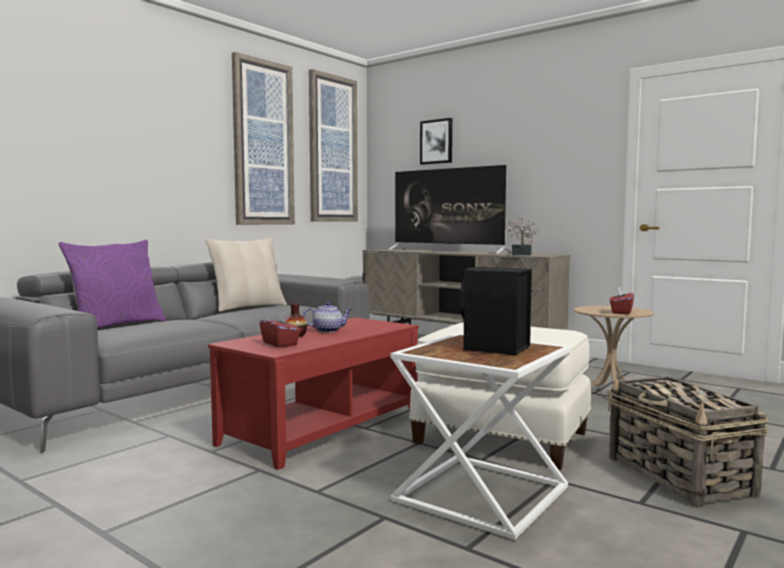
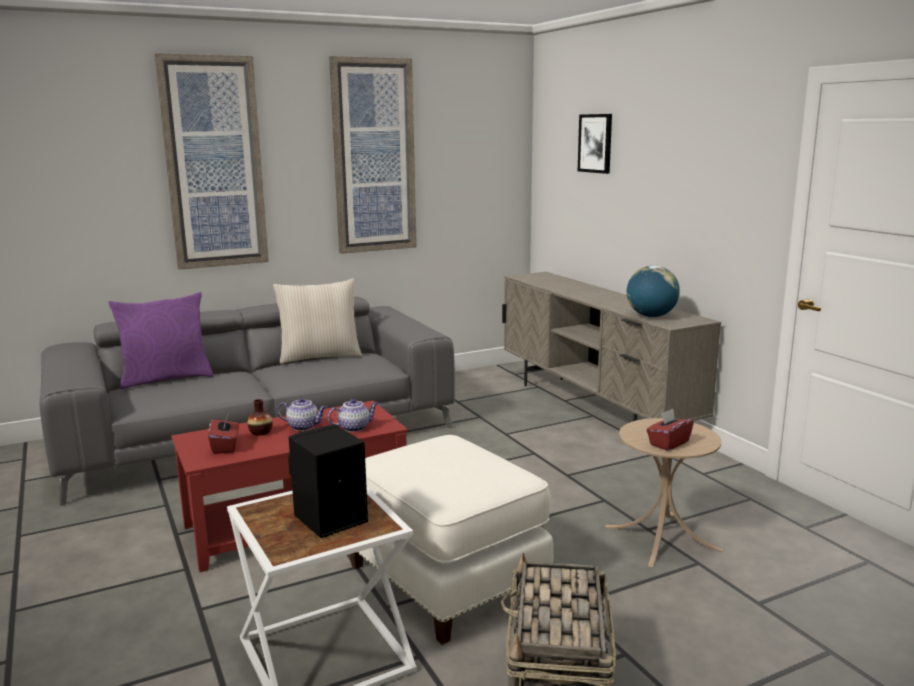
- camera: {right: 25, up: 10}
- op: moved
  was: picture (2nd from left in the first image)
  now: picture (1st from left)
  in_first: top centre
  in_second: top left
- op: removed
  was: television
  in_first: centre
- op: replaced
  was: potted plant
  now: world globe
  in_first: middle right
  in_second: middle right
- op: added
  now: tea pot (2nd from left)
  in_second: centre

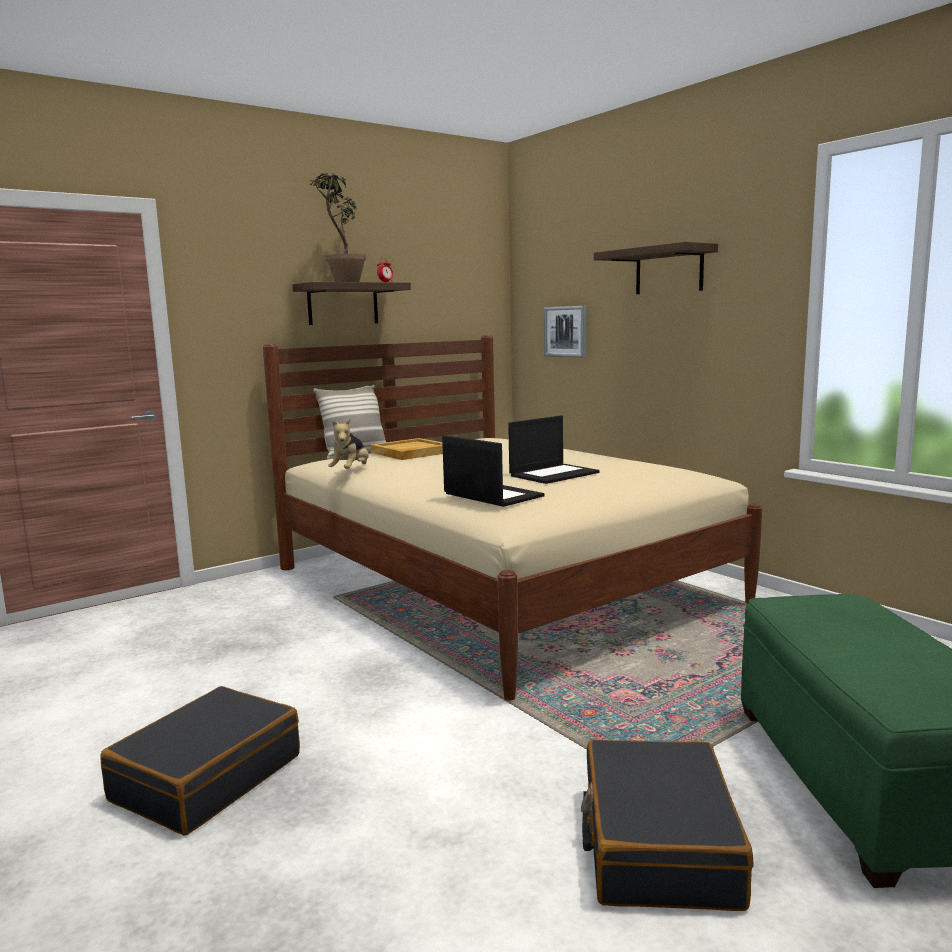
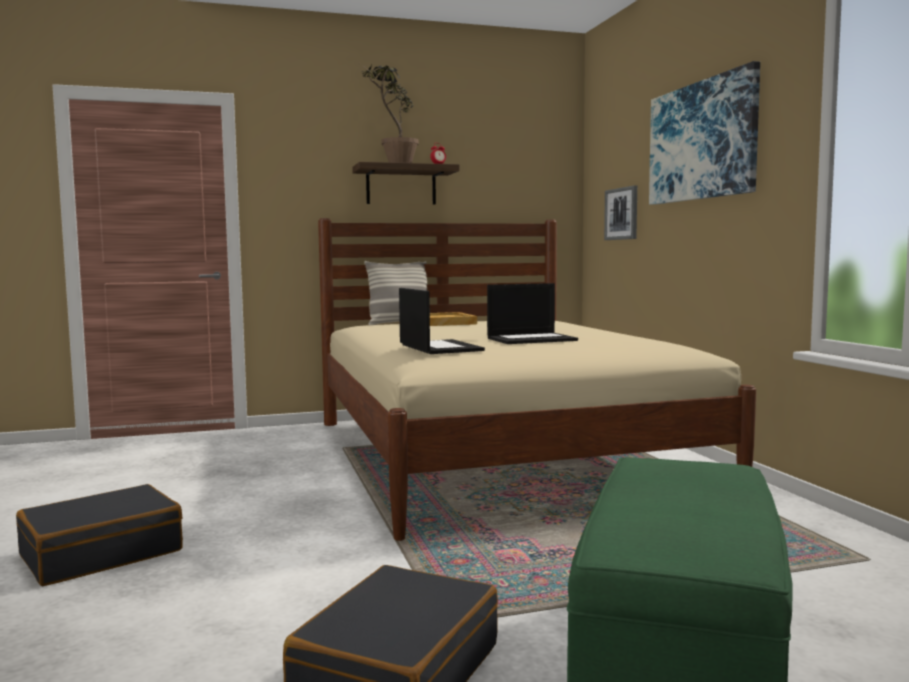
- camera: {right: 20, up: -5}
- op: removed
  was: soft toy
  in_first: centre
- op: replaced
  was: shelf (2nd from left)
  now: picture (2nd from left)
  in_first: top right
  in_second: top right

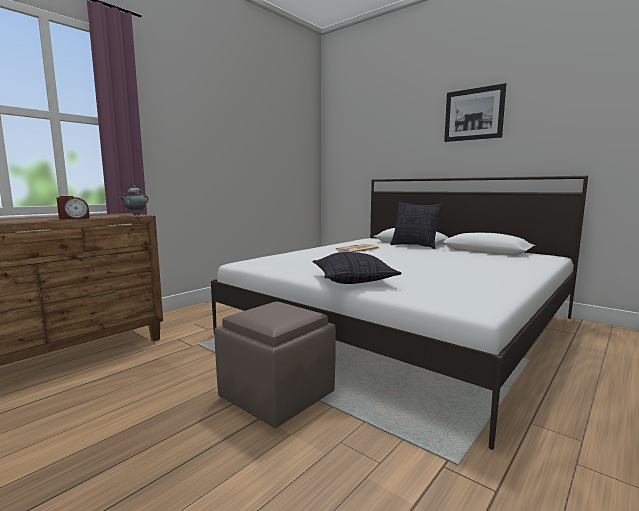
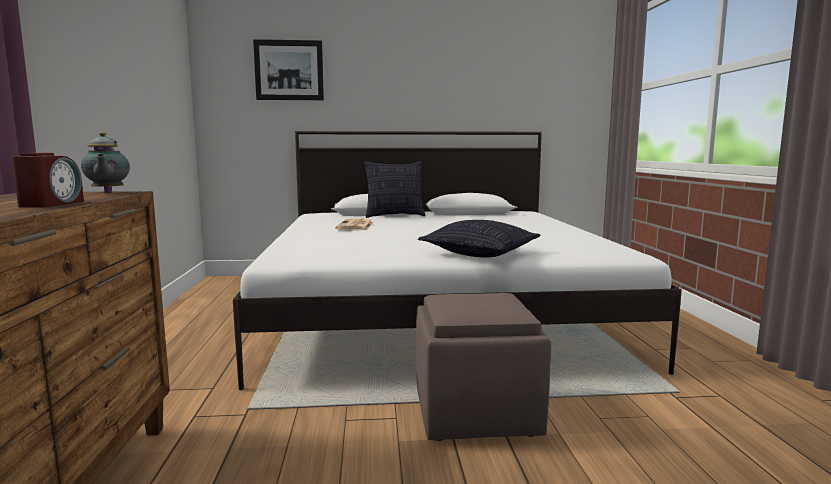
- camera: {right: -45, up: 0}
- op: moved
  was: picture
  in_first: top right
  in_second: top centre

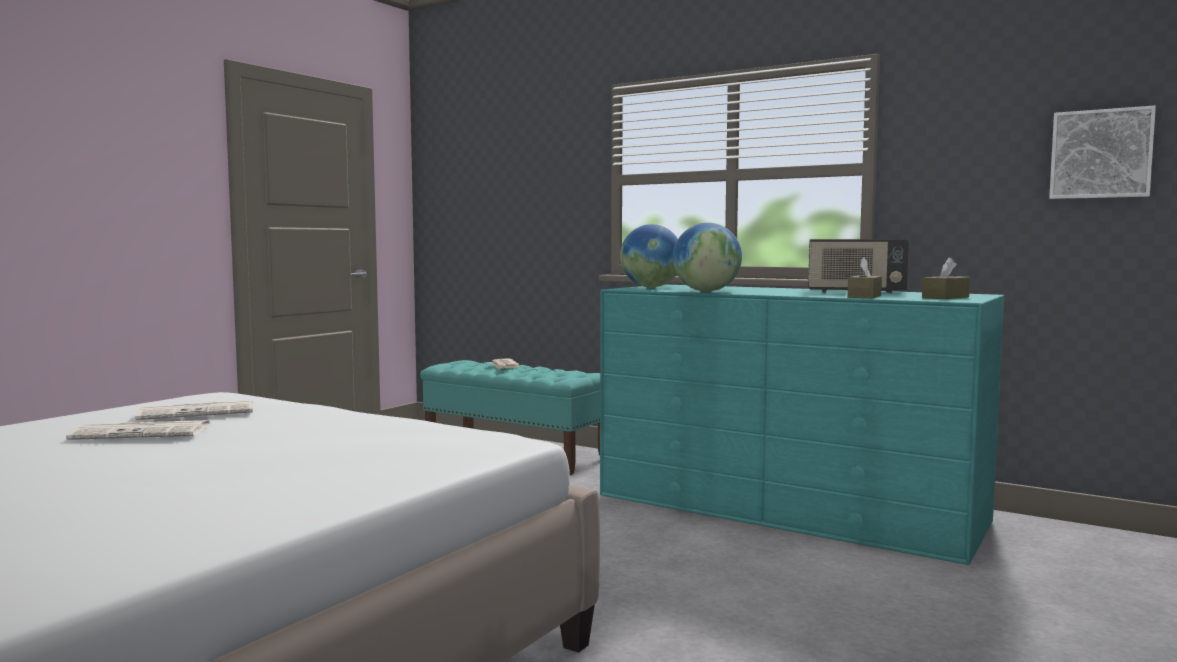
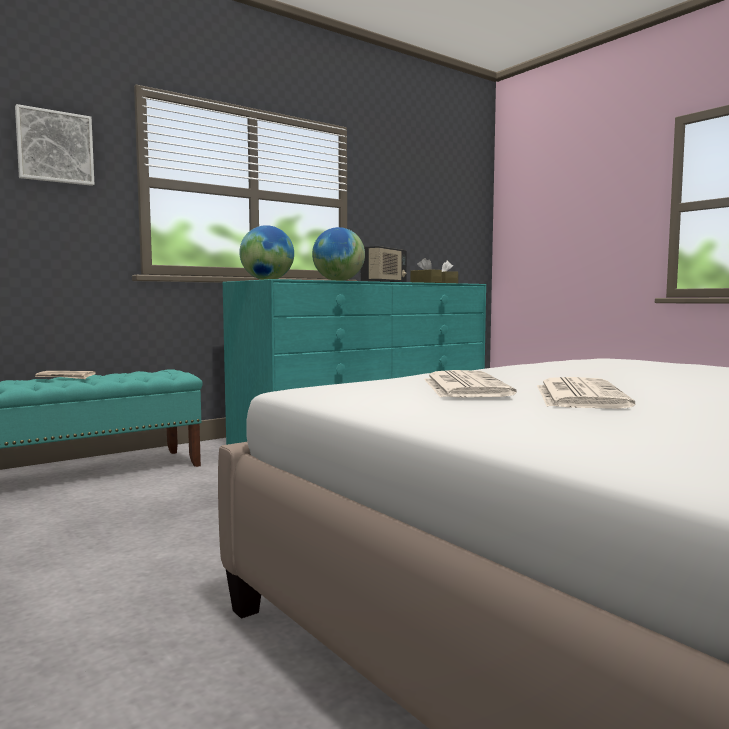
- camera: {right: -70, up: 0}
- op: moved
  was: picture
  in_first: top right
  in_second: top left

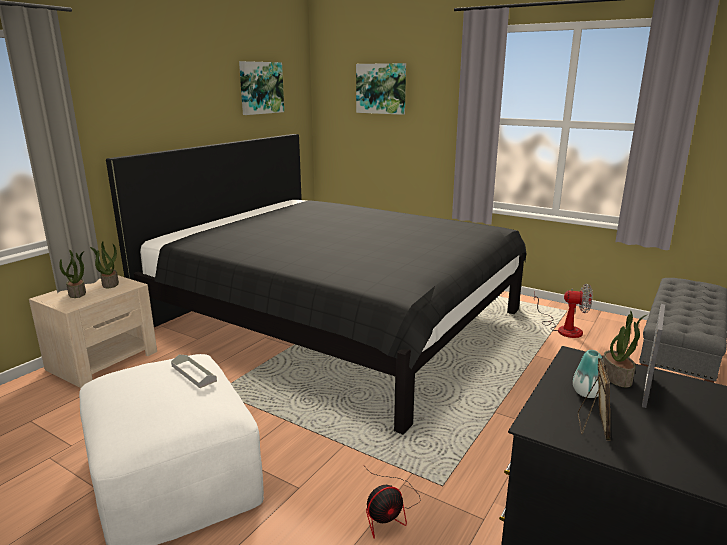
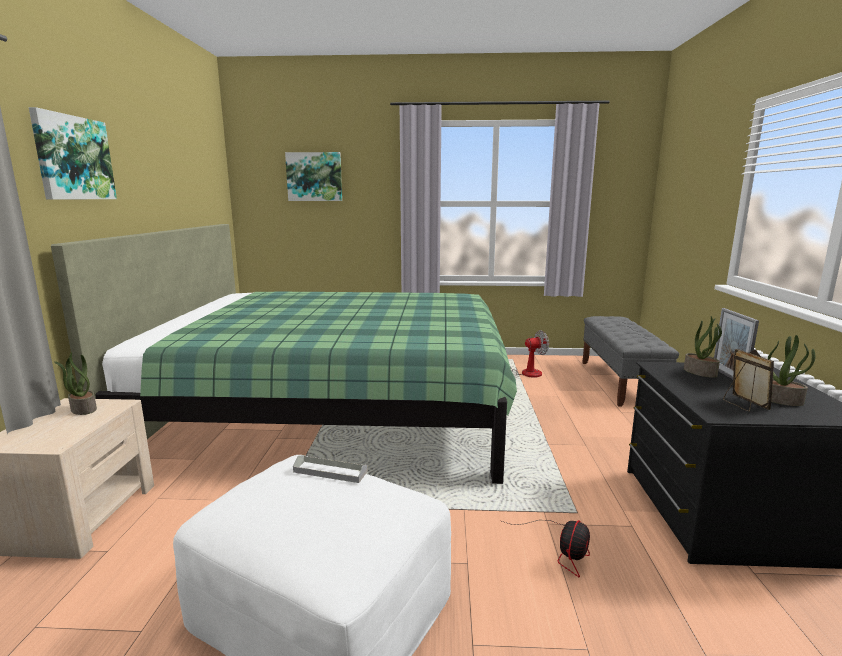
- camera: {right: -30, up: -5}
- op: moved
  was: potted plant (1st from left in the first image)
  now: potted plant (3rd from left)
  in_first: middle left
  in_second: middle right
- op: recoloured
  was: blackish bed
  now: green bed
  in_first: centre
  in_second: centre
- op: moved
  was: picture (1st from left)
  in_first: top centre
  in_second: top left
- op: removed
  was: vase
  in_first: bottom right

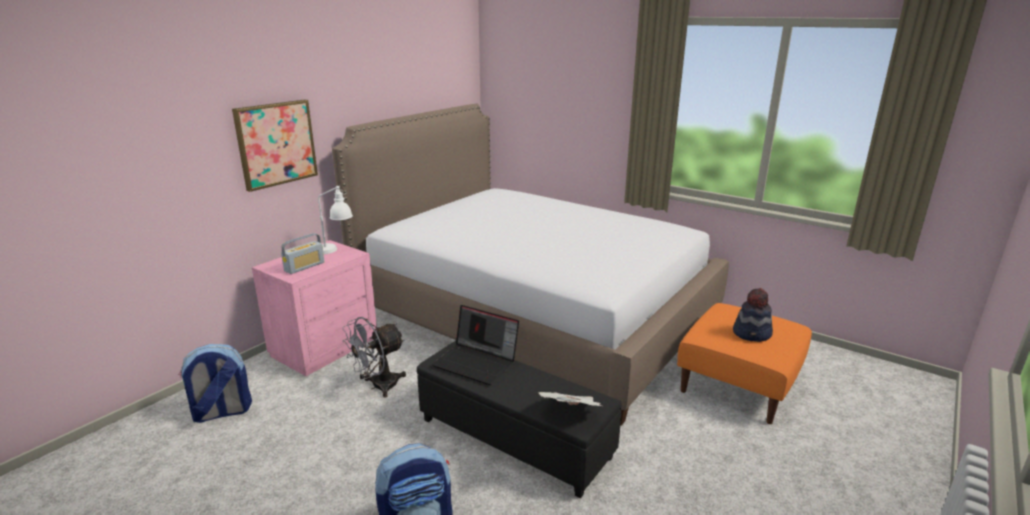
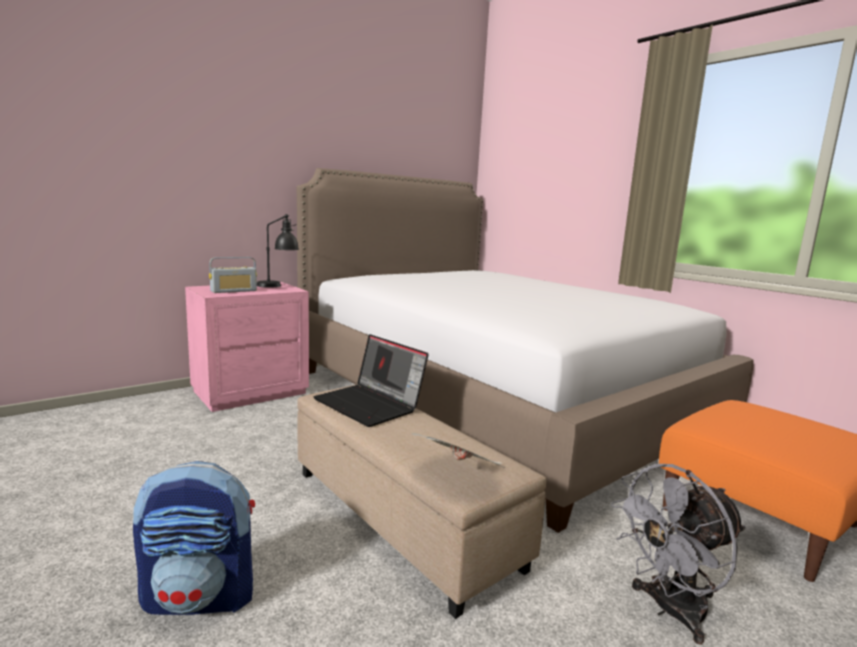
- camera: {right: 15, up: -10}
- op: removed
  was: knapsack (1st from left)
  in_first: bottom left
- op: removed
  was: picture
  in_first: top left
- op: recoloured
  was: whitish tabletop lamp
  now: blackish tabletop lamp
  in_first: middle left
  in_second: middle left
- op: moved
  was: gray electric fan
  in_first: bottom centre
  in_second: bottom right
- op: recoloured
  was: blackish ottoman
  now: sand-coloured ottoman
  in_first: bottom centre
  in_second: bottom centre
- op: removed
  was: hat
  in_first: middle right

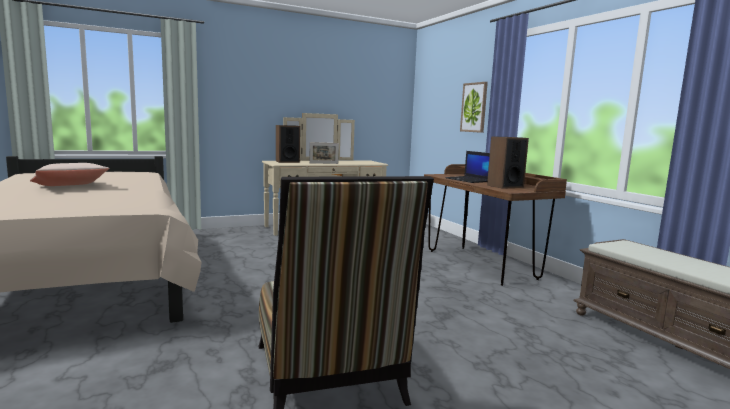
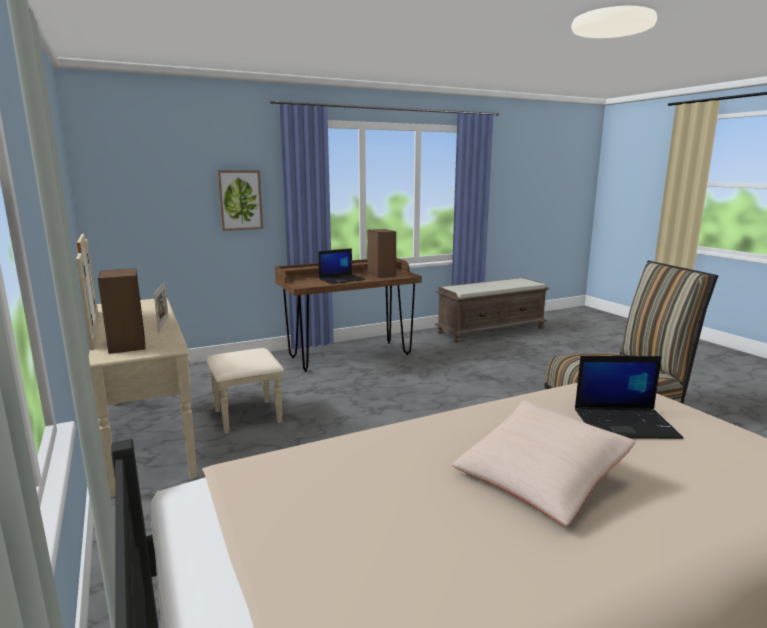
- camera: {right: -90, up: 5}
- op: added
  now: portable computer (2nd from left)
  in_second: middle right

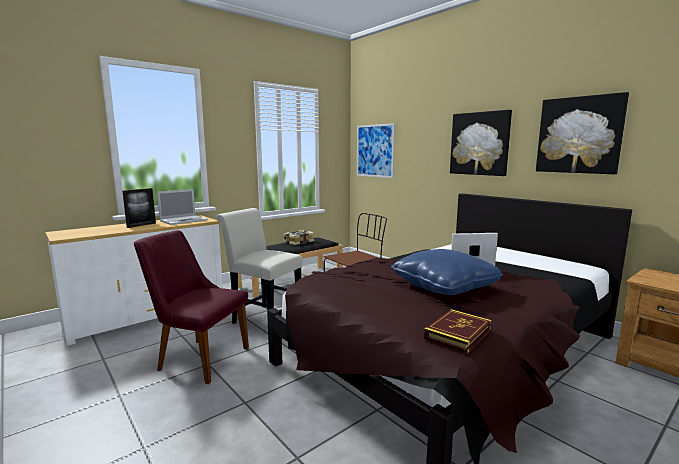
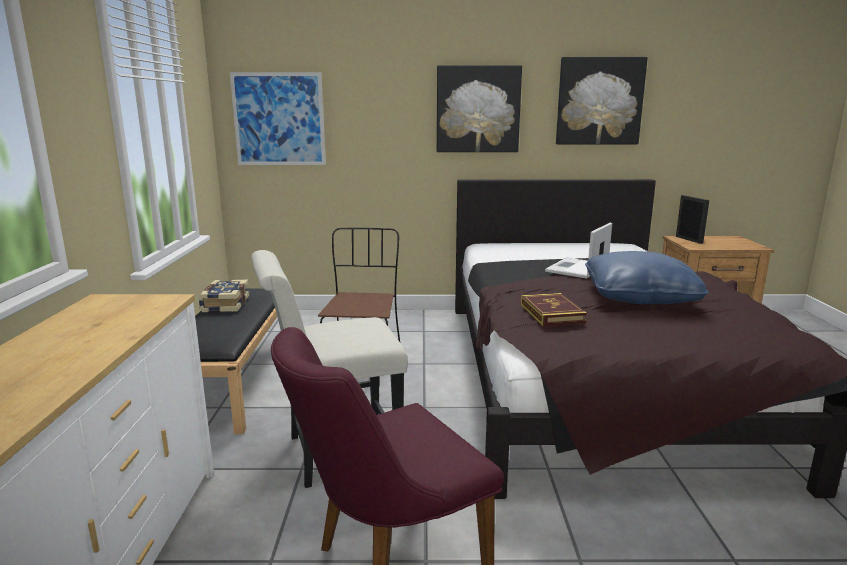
- camera: {right: -50, up: 5}
- op: moved
  was: photo frame
  in_first: middle left
  in_second: middle right
- op: removed
  was: portable computer (1st from left)
  in_first: middle left
- op: moved
  was: volume (2nd from left)
  in_first: bottom right
  in_second: centre

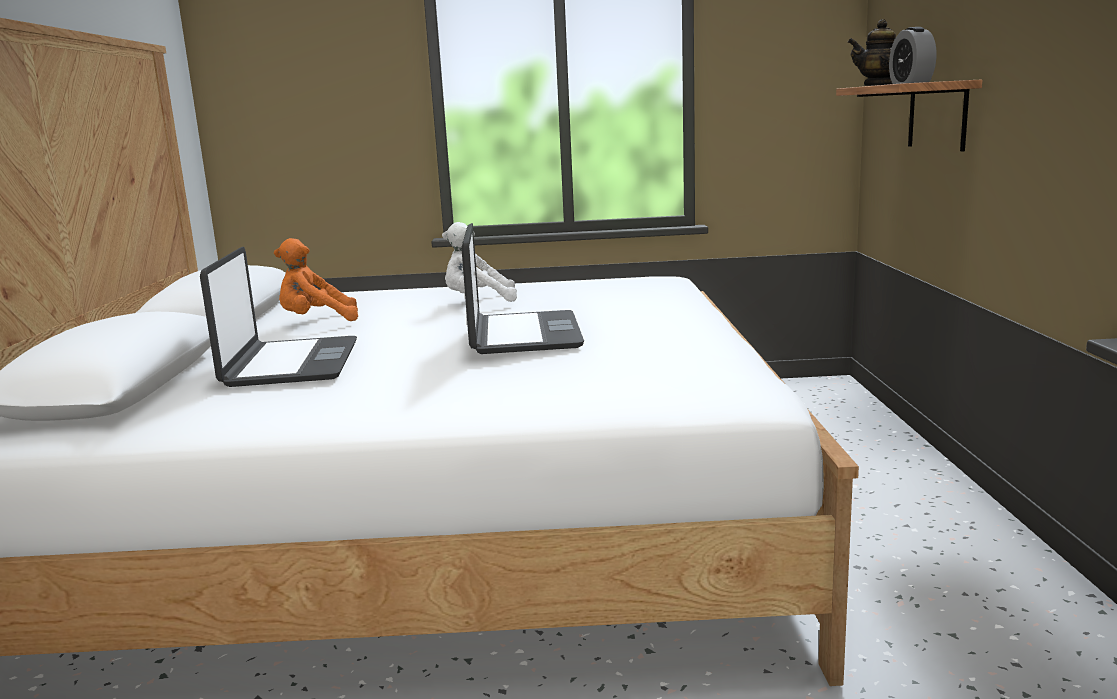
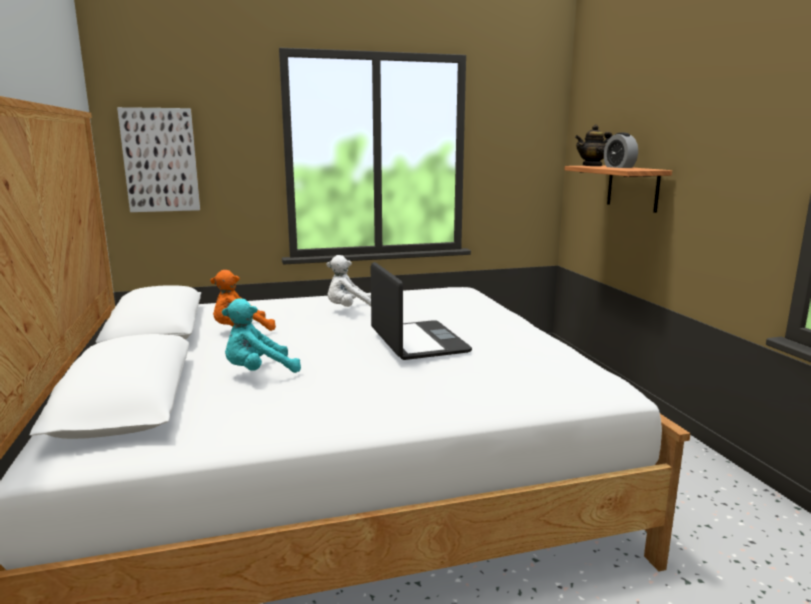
- camera: {right: -15, up: 0}
- op: replaced
  was: portable computer (1st from left)
  now: turquoise soft toy
  in_first: middle left
  in_second: middle left
- op: added
  now: picture
  in_second: top left

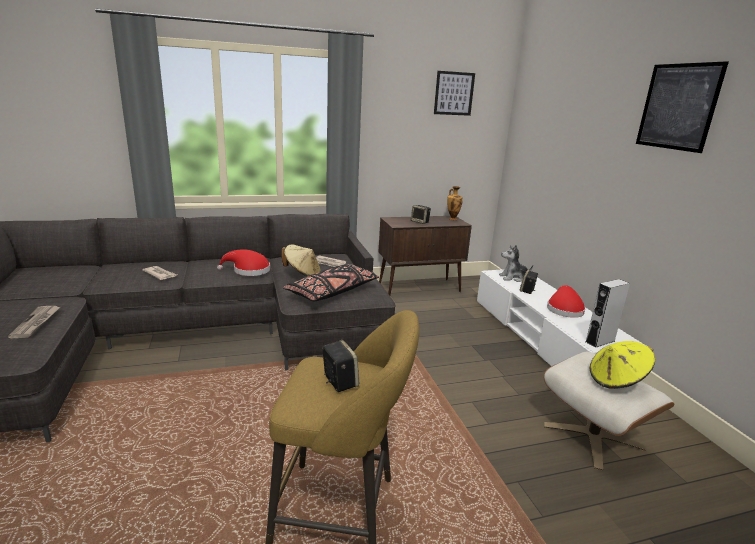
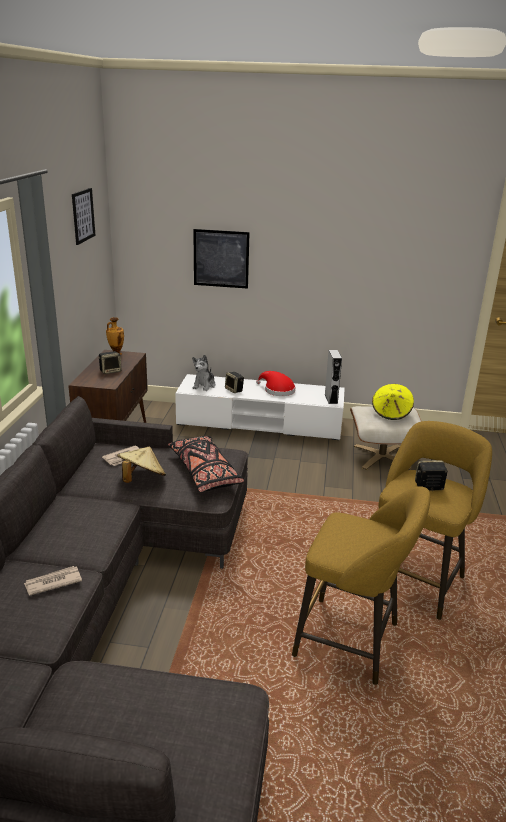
- camera: {right: -65, up: 5}
- op: removed
  was: newspaper (1st from left)
  in_first: middle left
- op: removed
  was: red-coloured hat (1st from left)
  in_first: middle left
- op: moved
  was: picture (2nd from left)
  in_first: top right
  in_second: top centre
- op: added
  now: yellowish sitting stool (1st from left)
  in_second: bottom right

